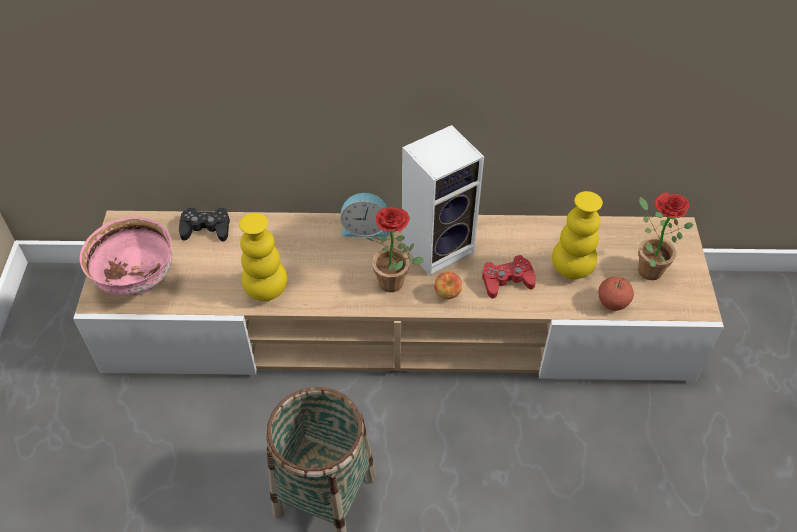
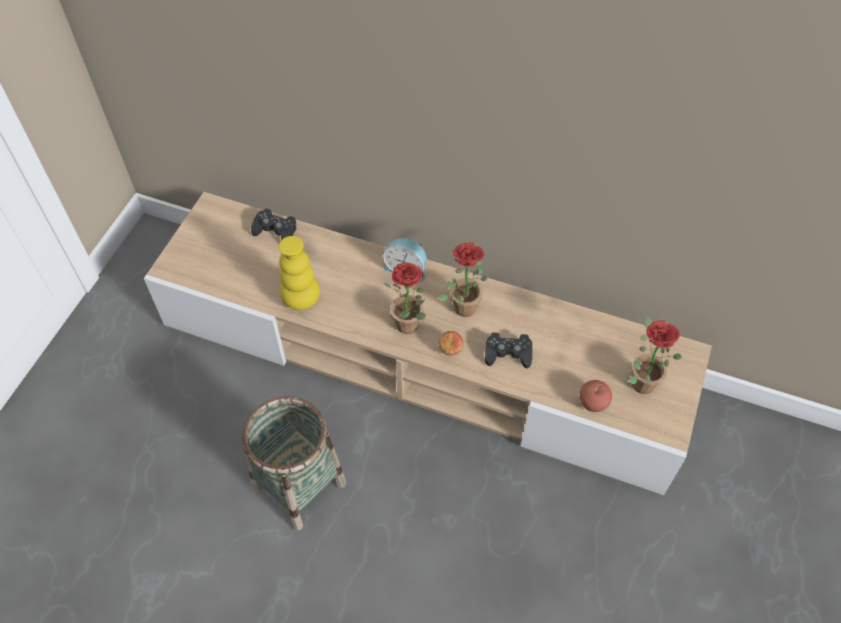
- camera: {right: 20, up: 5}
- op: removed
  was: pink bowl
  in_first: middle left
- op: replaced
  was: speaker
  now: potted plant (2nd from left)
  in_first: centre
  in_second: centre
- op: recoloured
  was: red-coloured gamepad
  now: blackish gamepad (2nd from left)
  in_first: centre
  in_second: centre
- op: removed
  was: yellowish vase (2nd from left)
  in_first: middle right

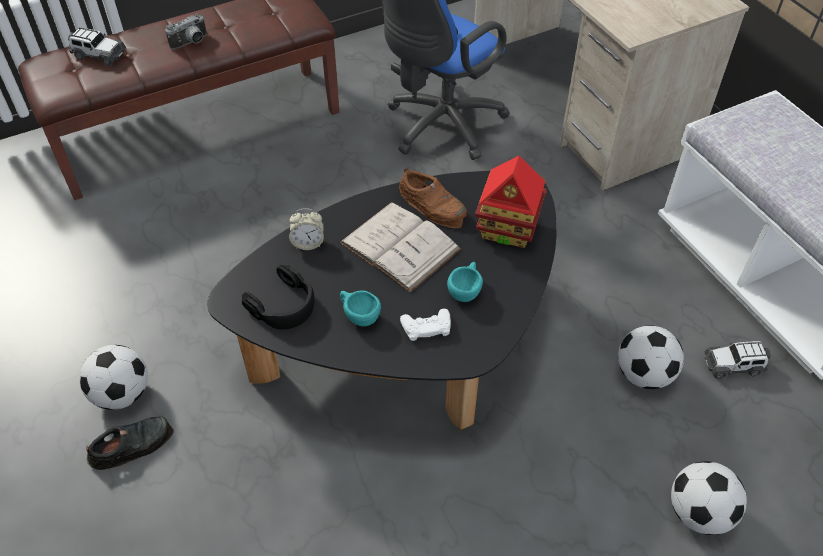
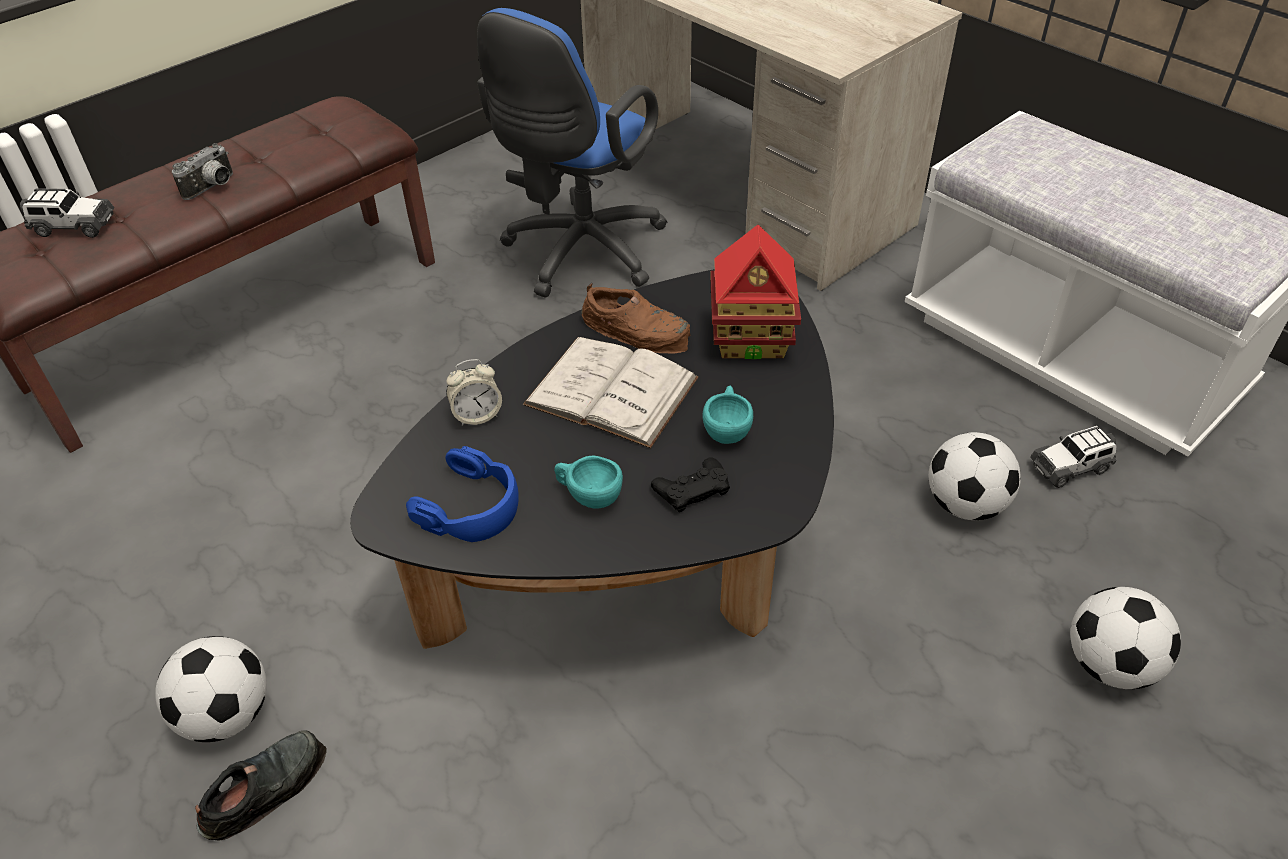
- camera: {right: -15, up: -5}
- op: recoloured
  was: blackish headphones
  now: blue-coloured headphones
  in_first: centre
  in_second: centre
- op: recoloured
  was: whitish gamepad
  now: blackish gamepad
  in_first: centre
  in_second: centre

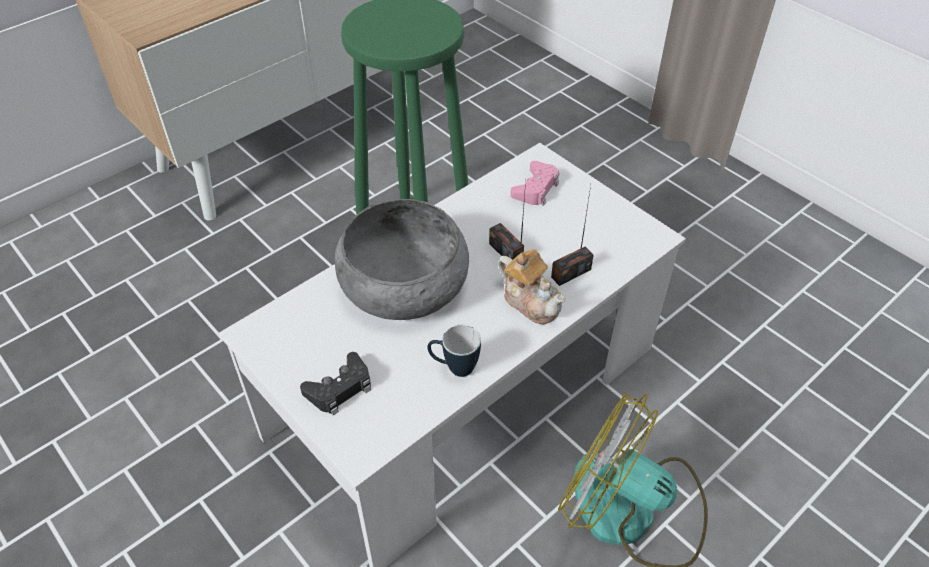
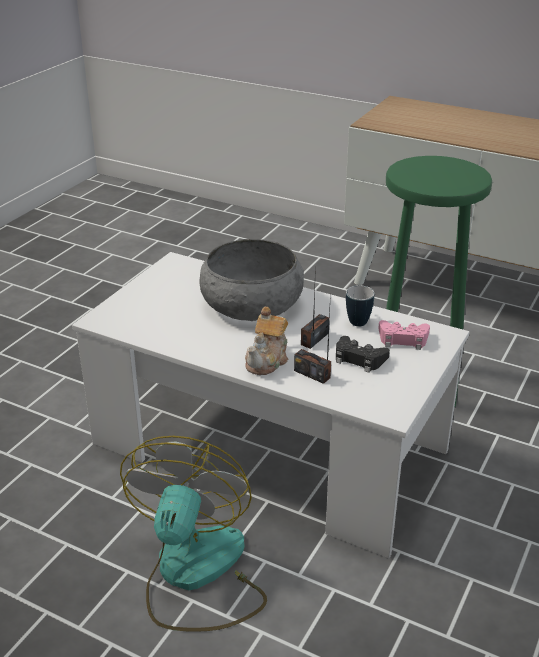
- camera: {right: 70, up: -15}
- op: moved
  was: blackish gamepad
  in_first: bottom centre
  in_second: middle right
- op: moved
  was: tea mug
  in_first: centre
  in_second: middle right

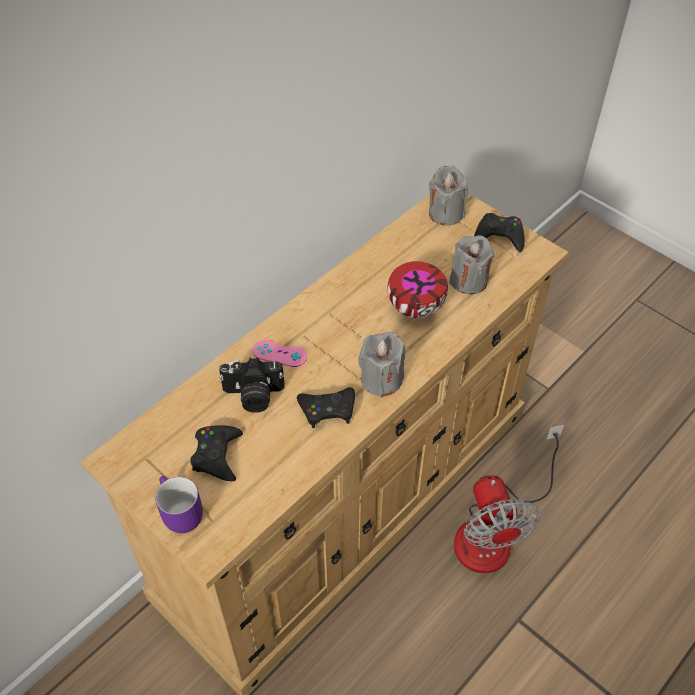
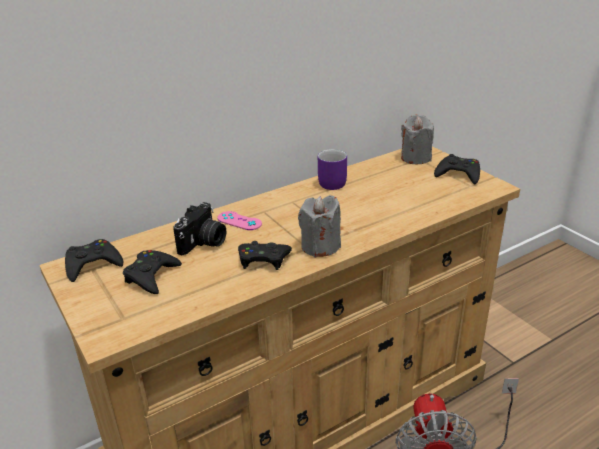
- camera: {right: 15, up: -20}
- op: moved
  was: purple tea mug
  in_first: bottom left
  in_second: centre
- op: turned
  was: still camera
  in_first: centre
  in_second: middle left
  clockwise: -75
- op: removed
  was: bowl
  in_first: centre
- op: removed
  was: gray candle (3rd from left)
  in_first: middle right
- op: added
  now: blackish gamepad (1st from left)
  in_second: middle left

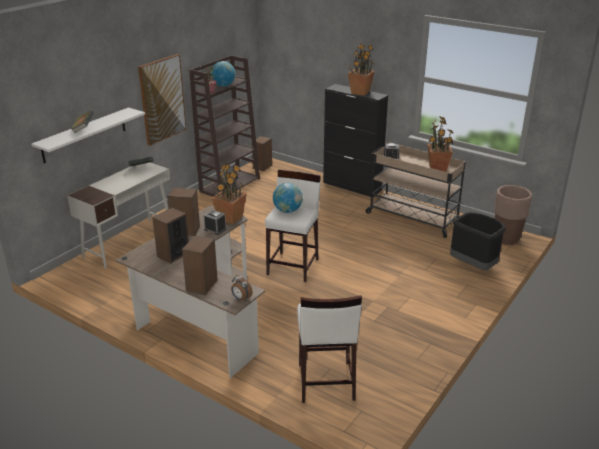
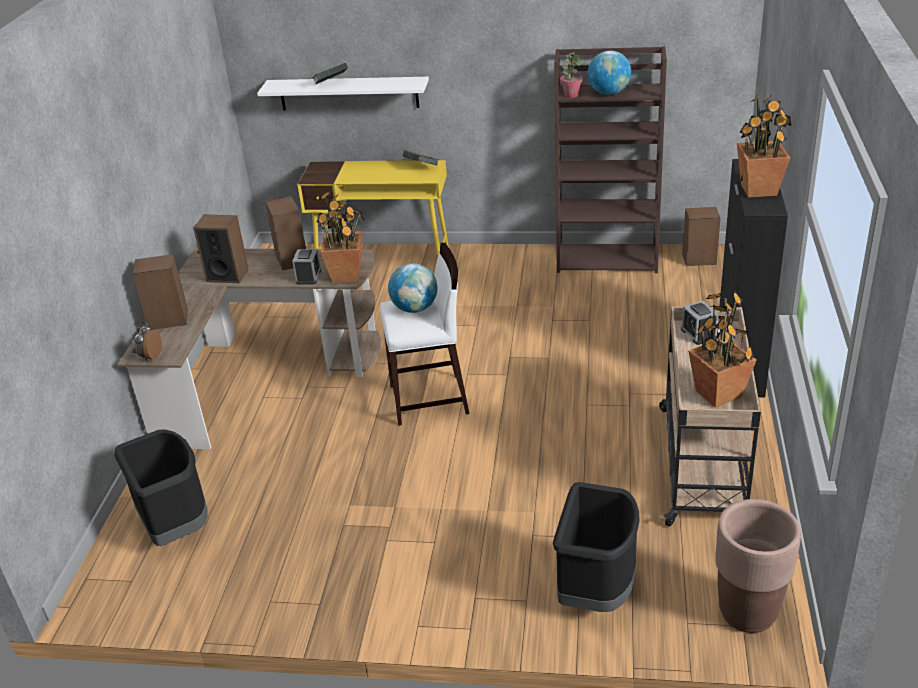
- camera: {right: 65, up: 5}
- op: recoloured
  was: whitish desk unit
  now: yellowish desk unit
  in_first: middle left
  in_second: top centre
- op: removed
  was: picture
  in_first: top left
- op: replaced
  was: whitish sitting stool (2nd from left)
  now: blackish trash can (1st from left)
  in_first: bottom centre
  in_second: bottom left

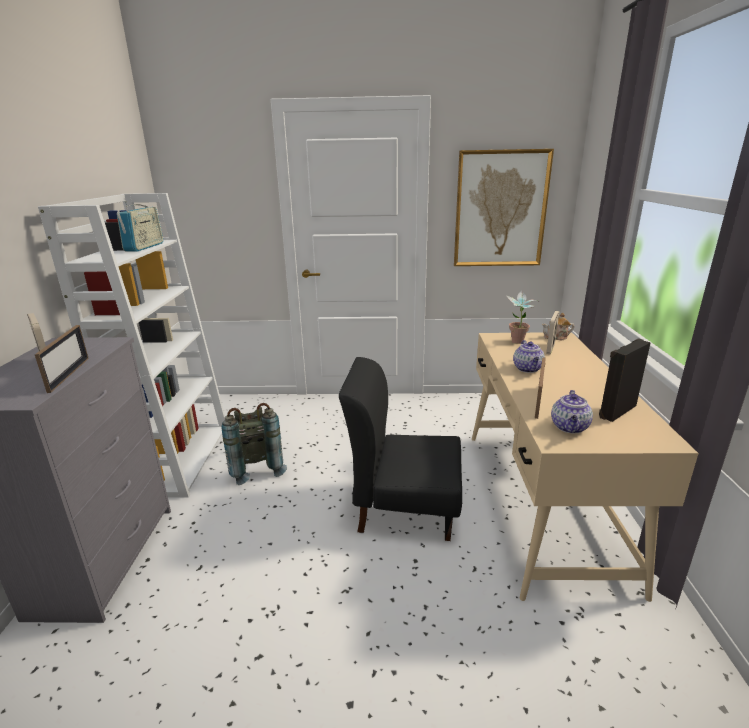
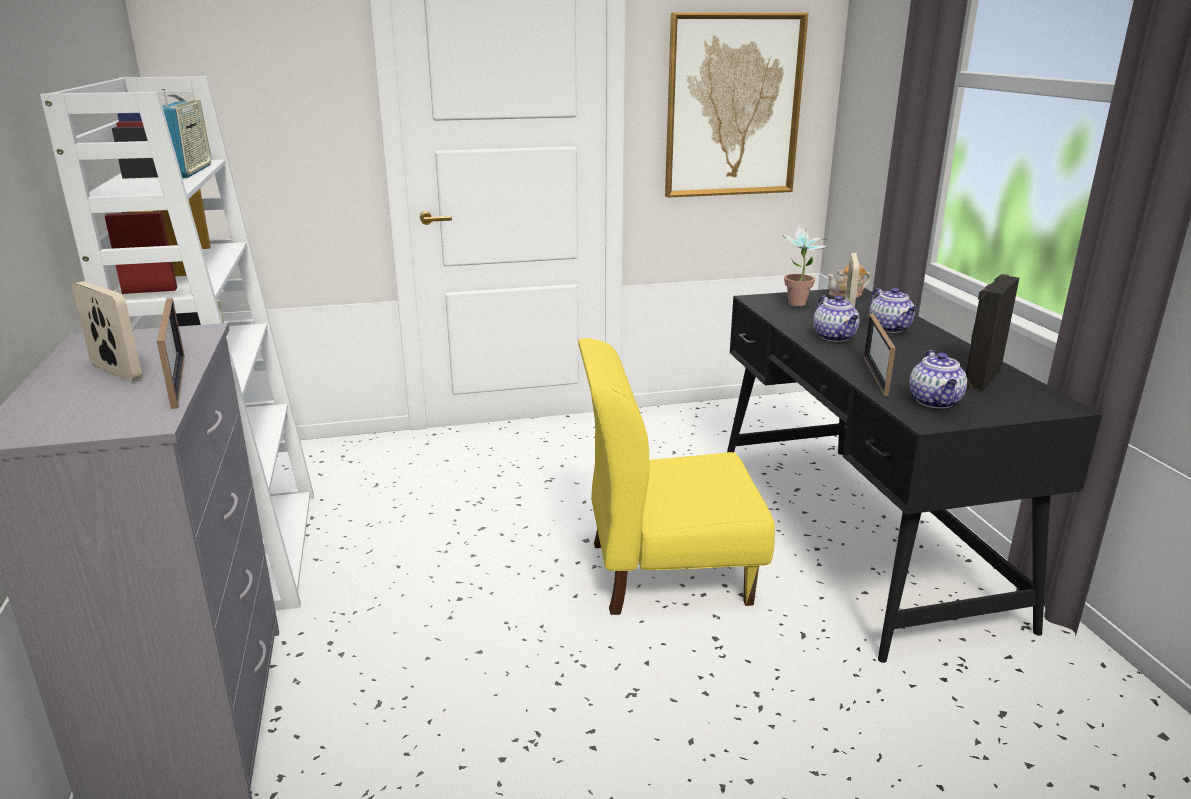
- camera: {right: -15, up: 0}
- op: removed
  was: gray knapsack
  in_first: centre
- op: recoloured
  was: blackish chair
  now: yellowish chair
  in_first: centre
  in_second: centre
- op: recoloured
  was: sand-coloured desk unit
  now: blackish desk unit
  in_first: middle right
  in_second: middle right
- op: added
  now: tea pot (3rd from left)
  in_second: middle right

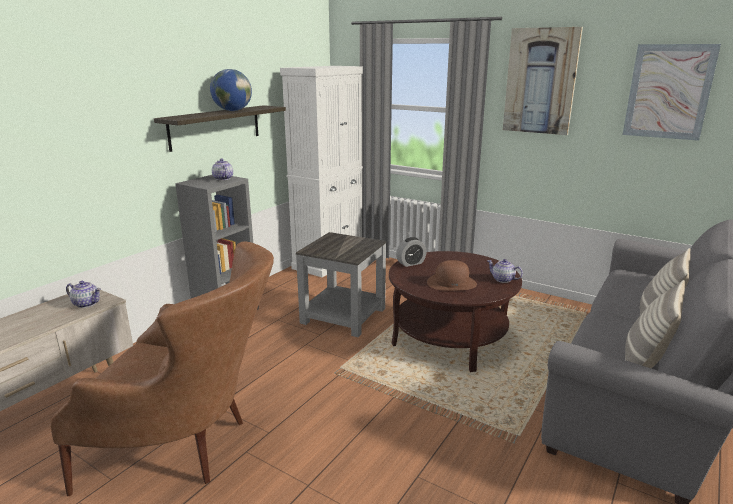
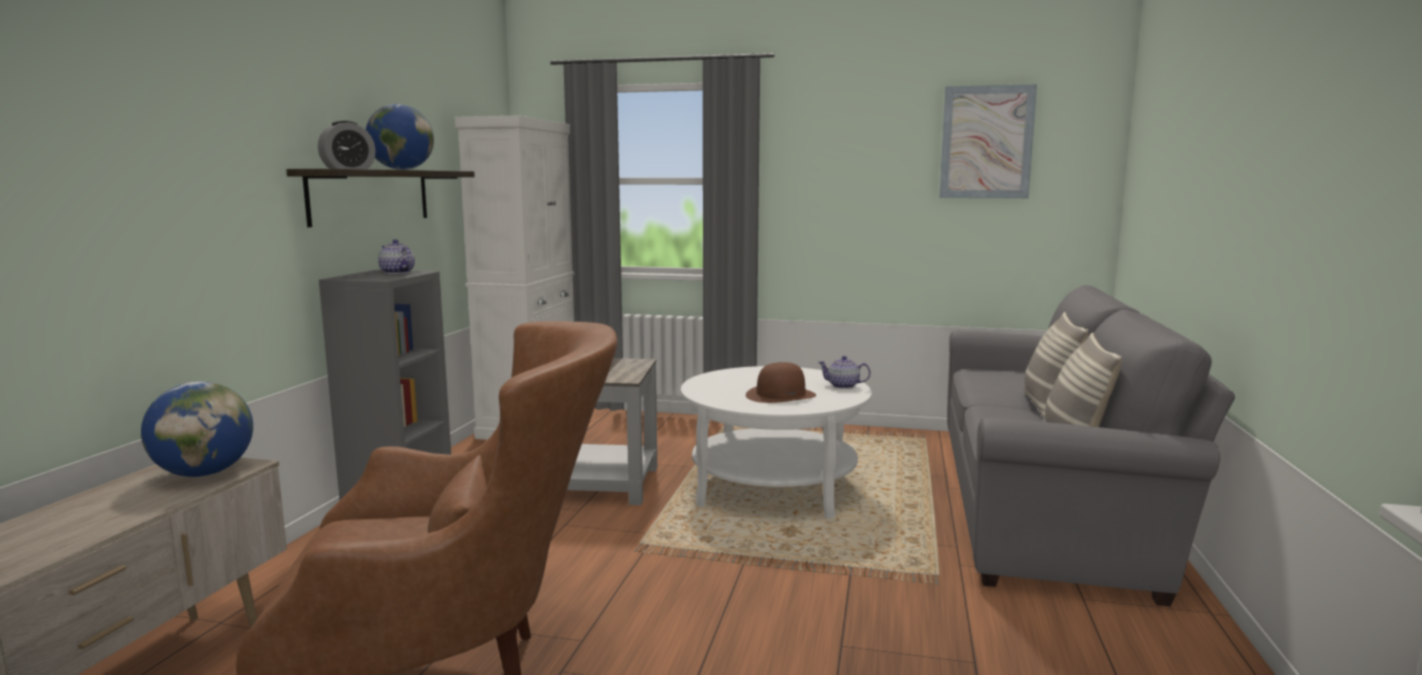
- camera: {right: -20, up: -10}
- op: replaced
  was: tea pot (1st from left)
  now: world globe (1st from left)
  in_first: middle left
  in_second: middle left
- op: recoloured
  was: brown-coloured coffee table
  now: whitish coffee table
  in_first: centre
  in_second: centre
- op: moved
  was: table clock
  in_first: centre
  in_second: top left
- op: removed
  was: picture (1st from left)
  in_first: top right

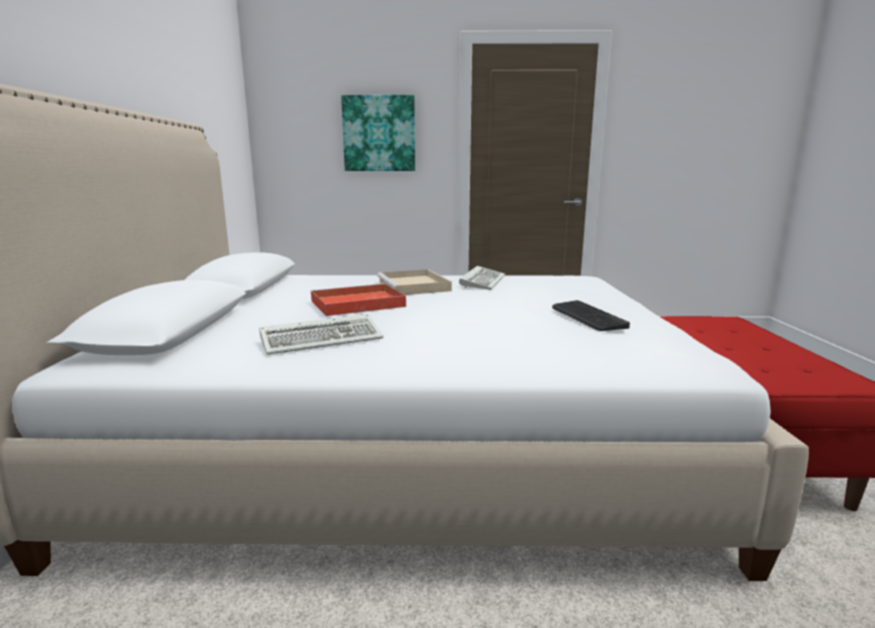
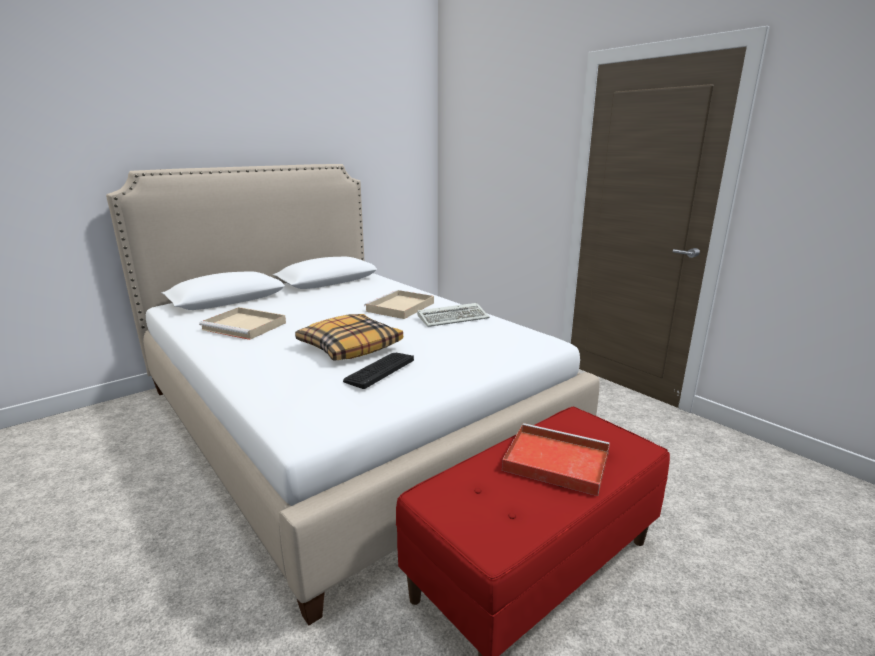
- camera: {right: 50, up: 5}
- op: replaced
  was: keyboard (1st from left)
  now: sand-coloured serving tray (1st from left)
  in_first: centre
  in_second: middle left
- op: moved
  was: red-coloured serving tray
  in_first: centre
  in_second: bottom centre
- op: removed
  was: picture
  in_first: top centre
- op: added
  now: throw pillow
  in_second: centre

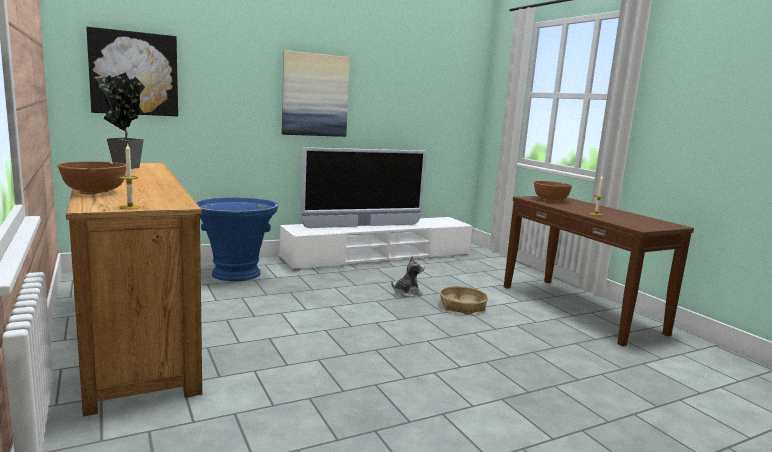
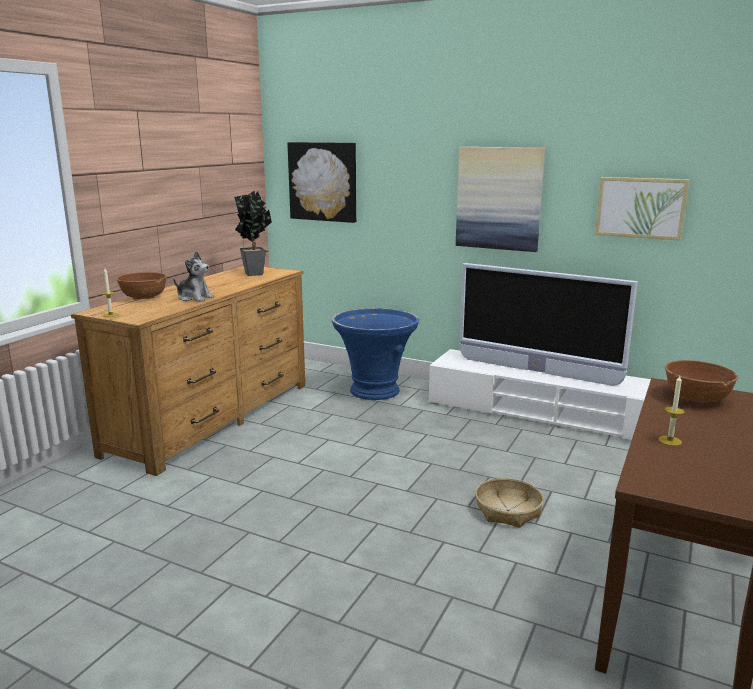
- camera: {right: 55, up: 5}
- op: moved
  was: soft toy
  in_first: centre
  in_second: middle left
- op: added
  now: picture (3rd from left)
  in_second: top right

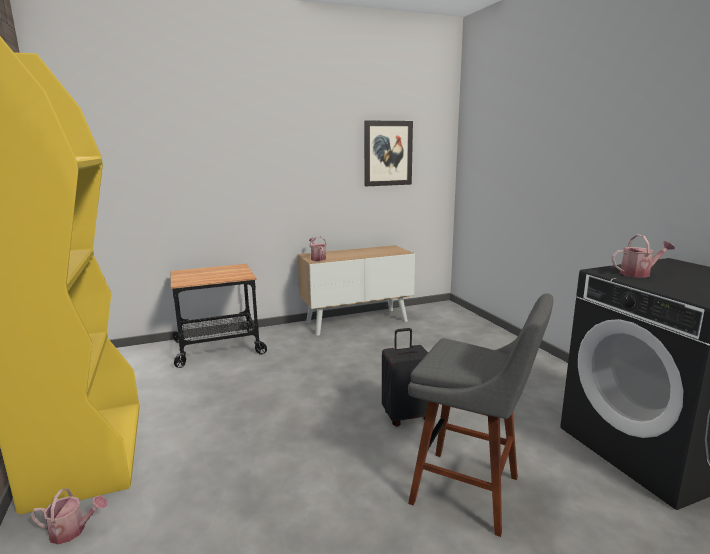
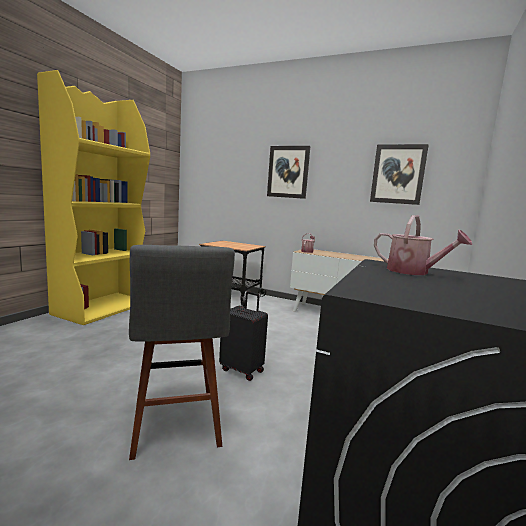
- camera: {right: 45, up: -5}
- op: removed
  was: watering can (1st from left)
  in_first: bottom left
- op: added
  now: picture (1st from left)
  in_second: top centre

